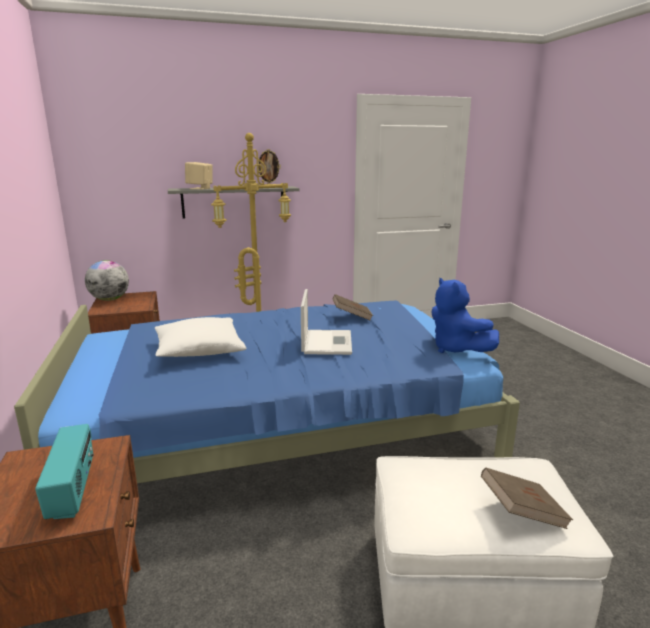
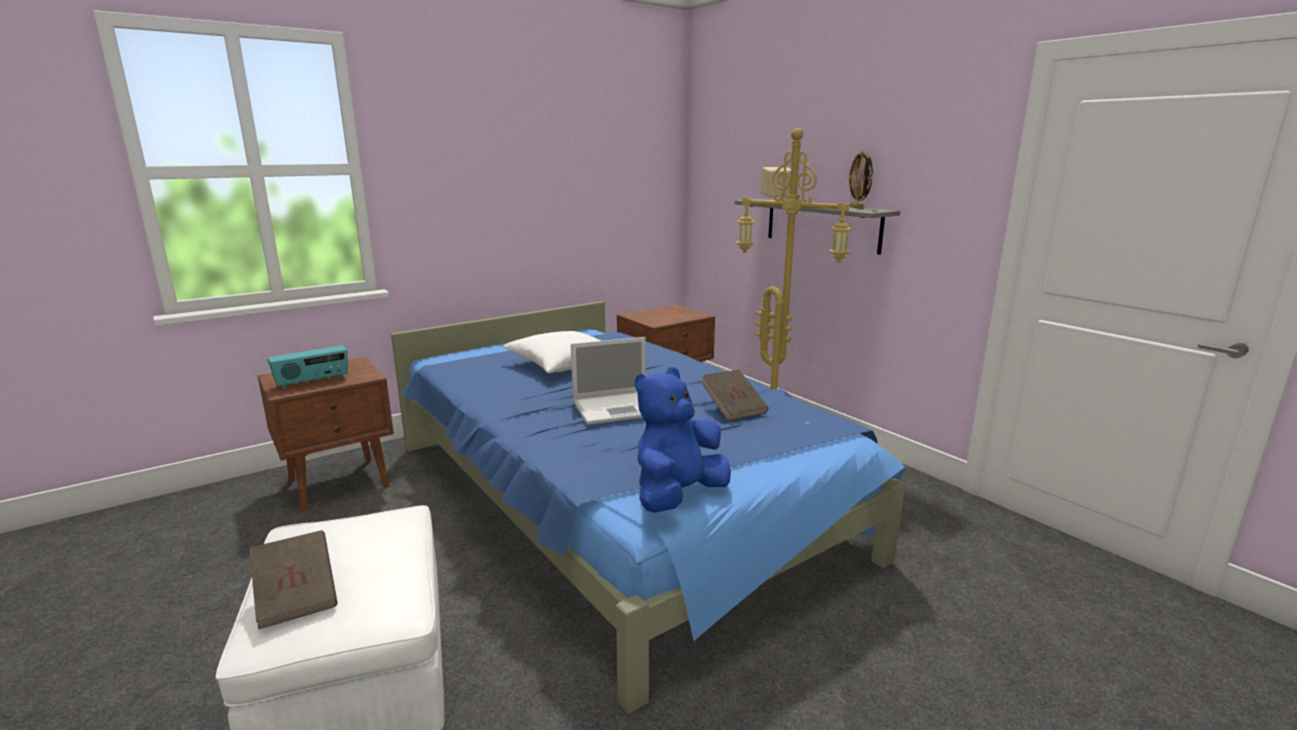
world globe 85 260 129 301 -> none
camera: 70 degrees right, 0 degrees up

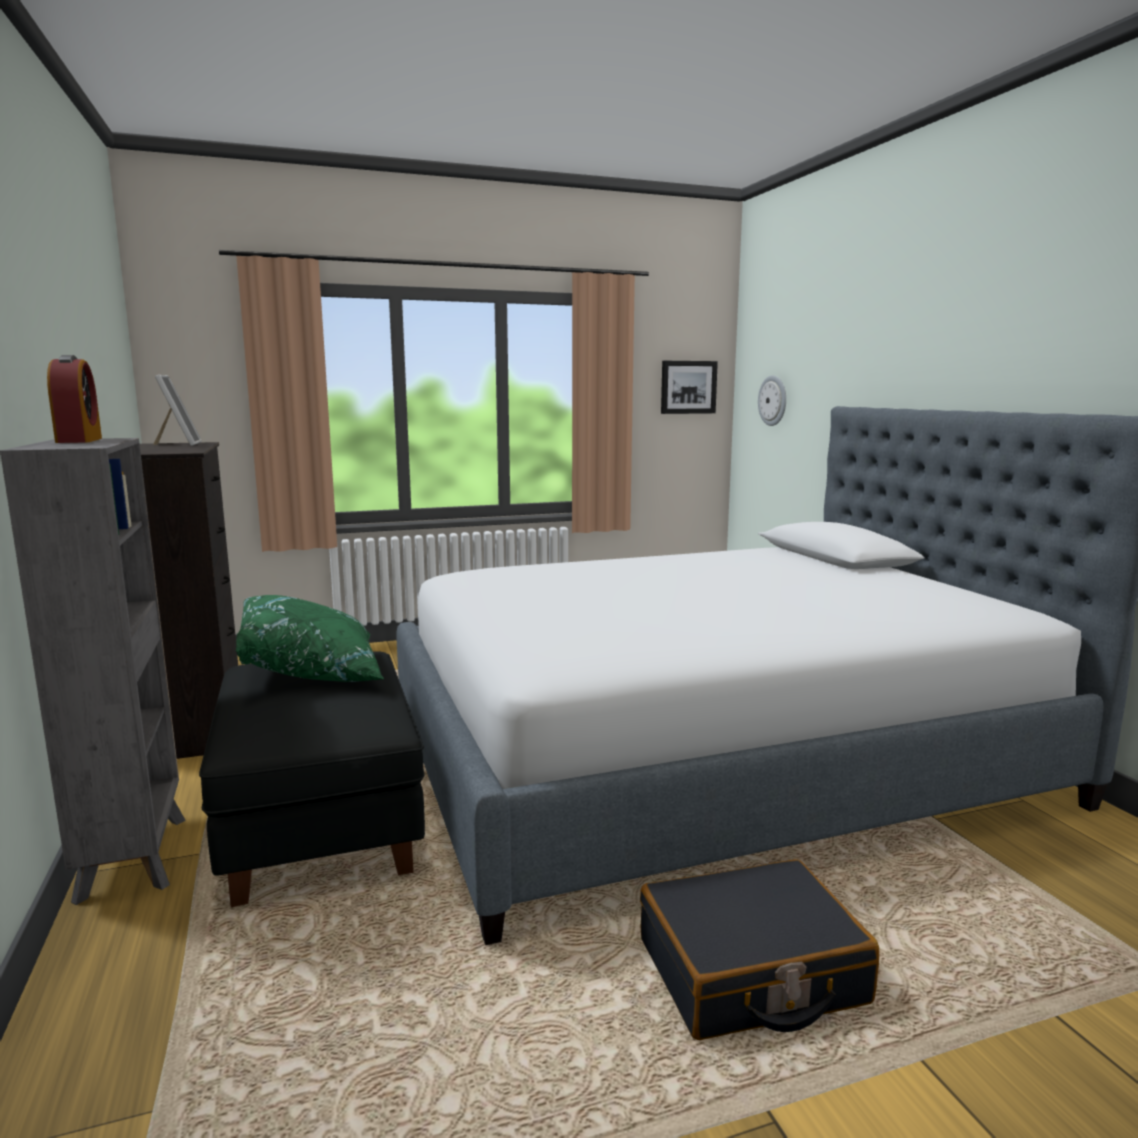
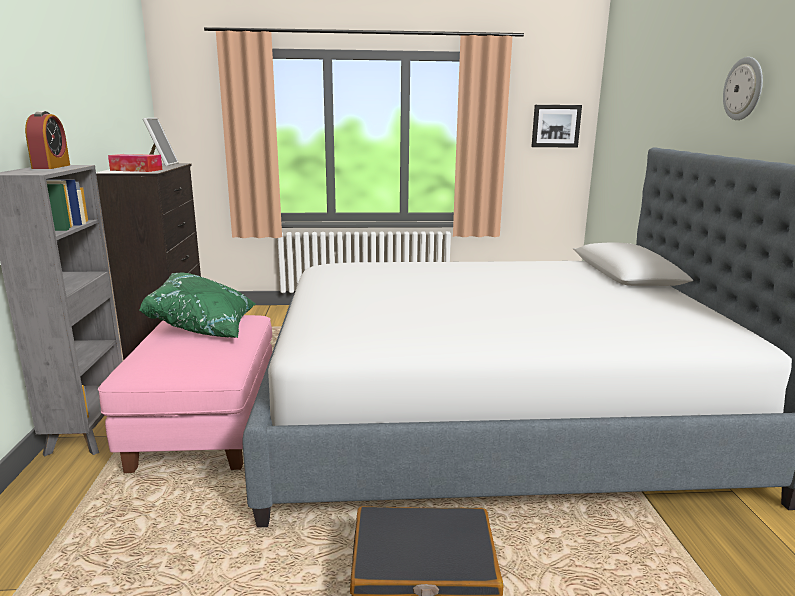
black pouffe 199 651 425 907 -> pinkish pouffe 98 315 272 473
none -> tissue holder 108 154 163 172
clock on the wall 758 375 786 426 -> clock on the wall 723 57 763 120, shifted
camera: 15 degrees right, 5 degrees up

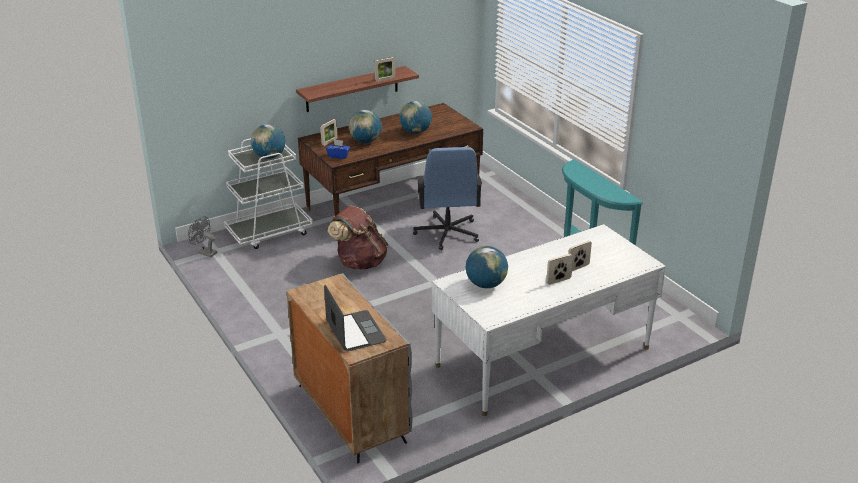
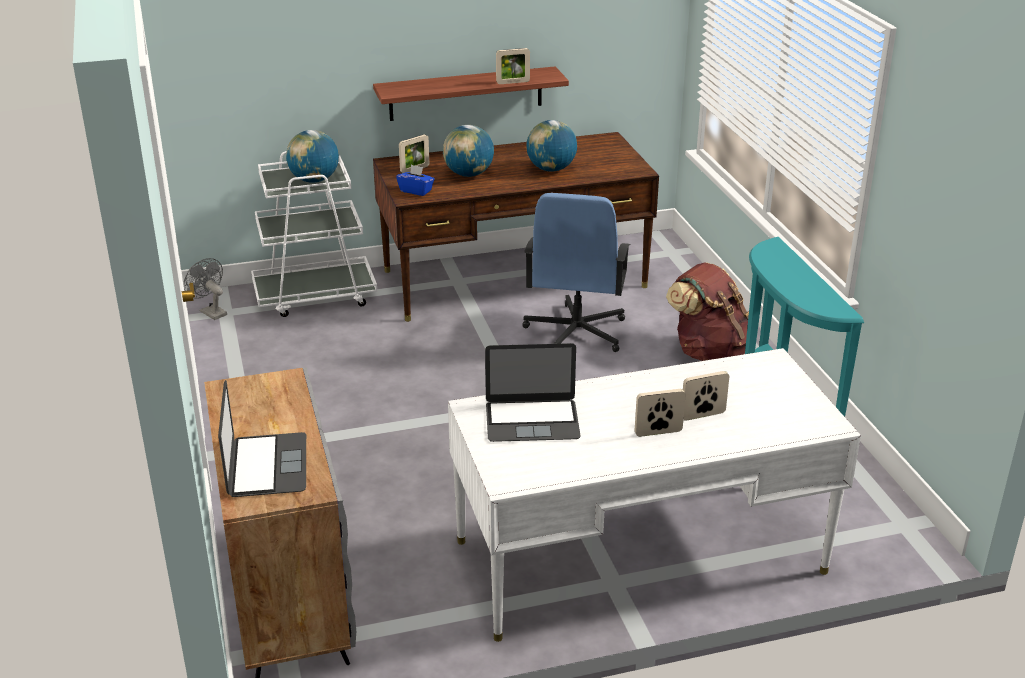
world globe 466 246 508 288 -> laptop 485 343 581 442
brown knapsack 328 206 388 270 -> brown knapsack 666 262 749 361, shifted
camera: 15 degrees right, 0 degrees up

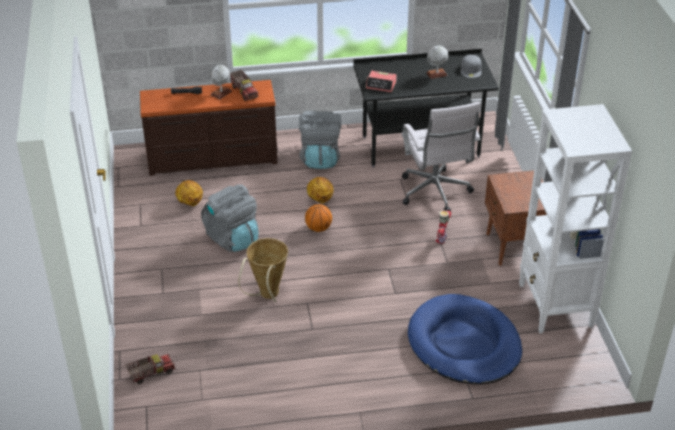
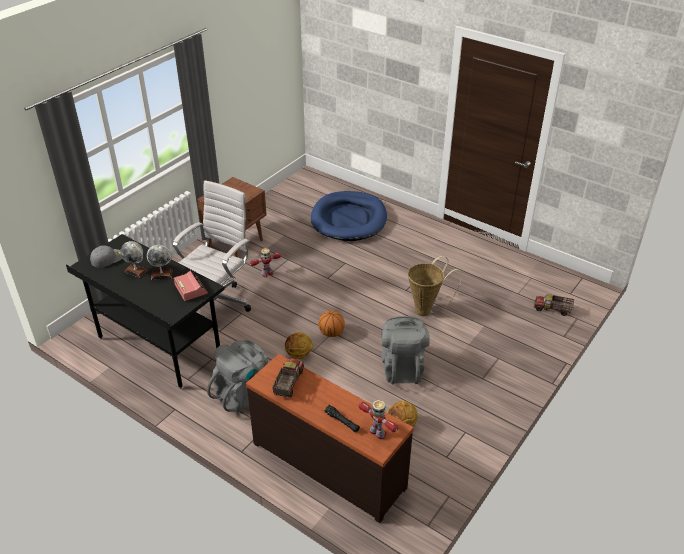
world globe 210 65 232 99 -> world globe 147 245 172 280, shifted
none -> model robot 358 400 398 439
white bookshelf 519 104 632 334 -> none
camera: 135 degrees left, 0 degrees up

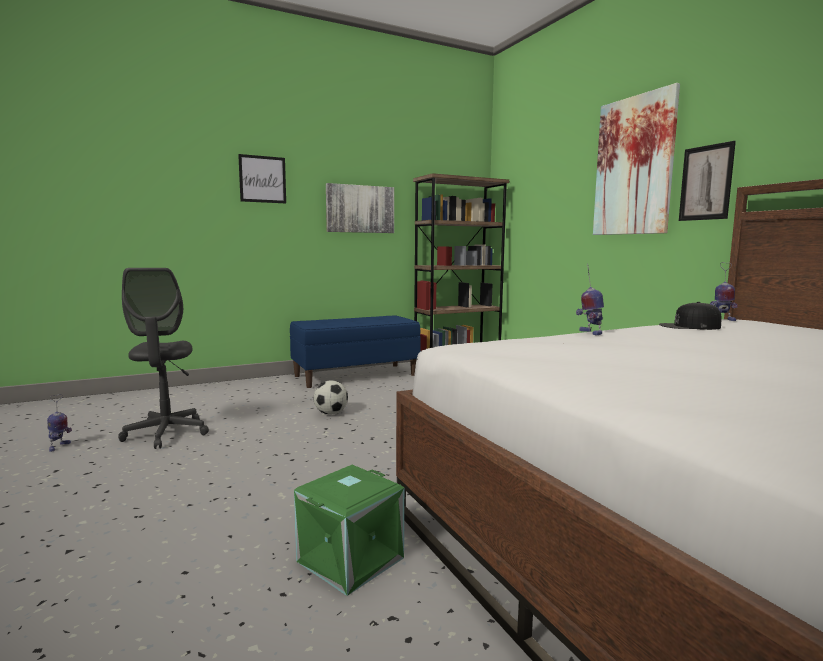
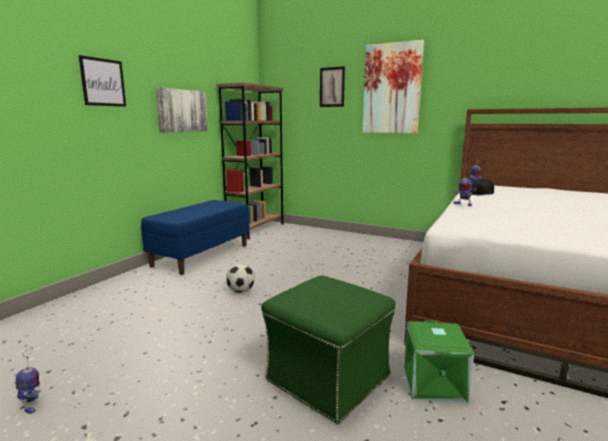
none -> greenish pouffe 261 275 396 424
picture 679 141 736 221 -> picture 320 66 345 107, shifted
greyish office chair 118 268 209 449 -> none
camera: 35 degrees left, 5 degrees up

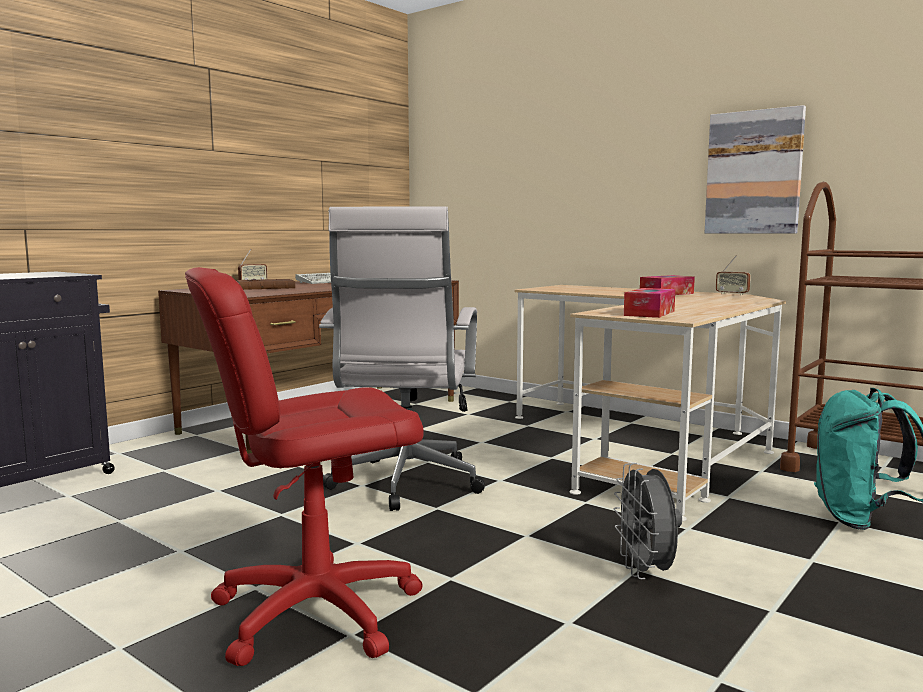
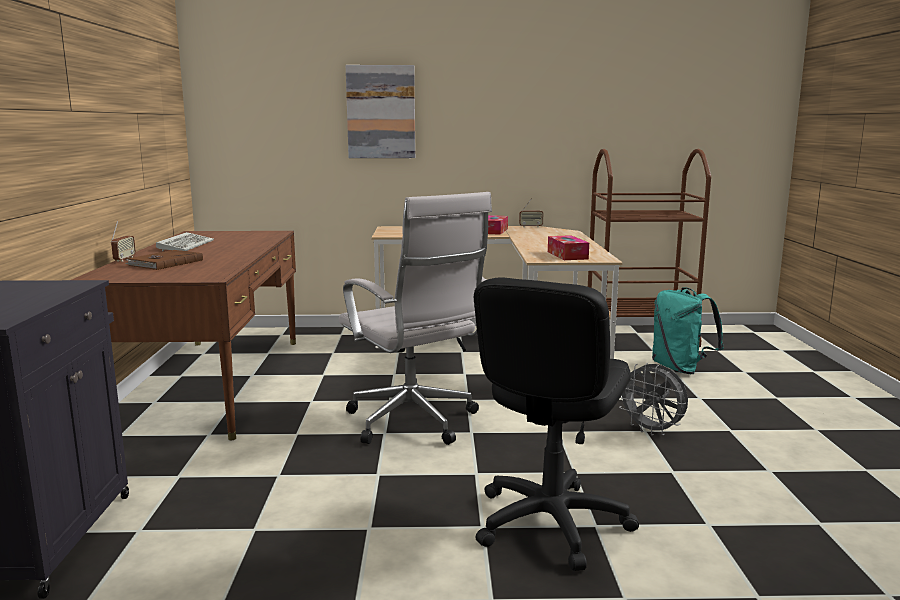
picture 705 105 806 234 -> picture 346 65 415 158, shifted
reddish office chair 185 267 424 666 -> black office chair 474 277 639 571
camera: 40 degrees left, 5 degrees up

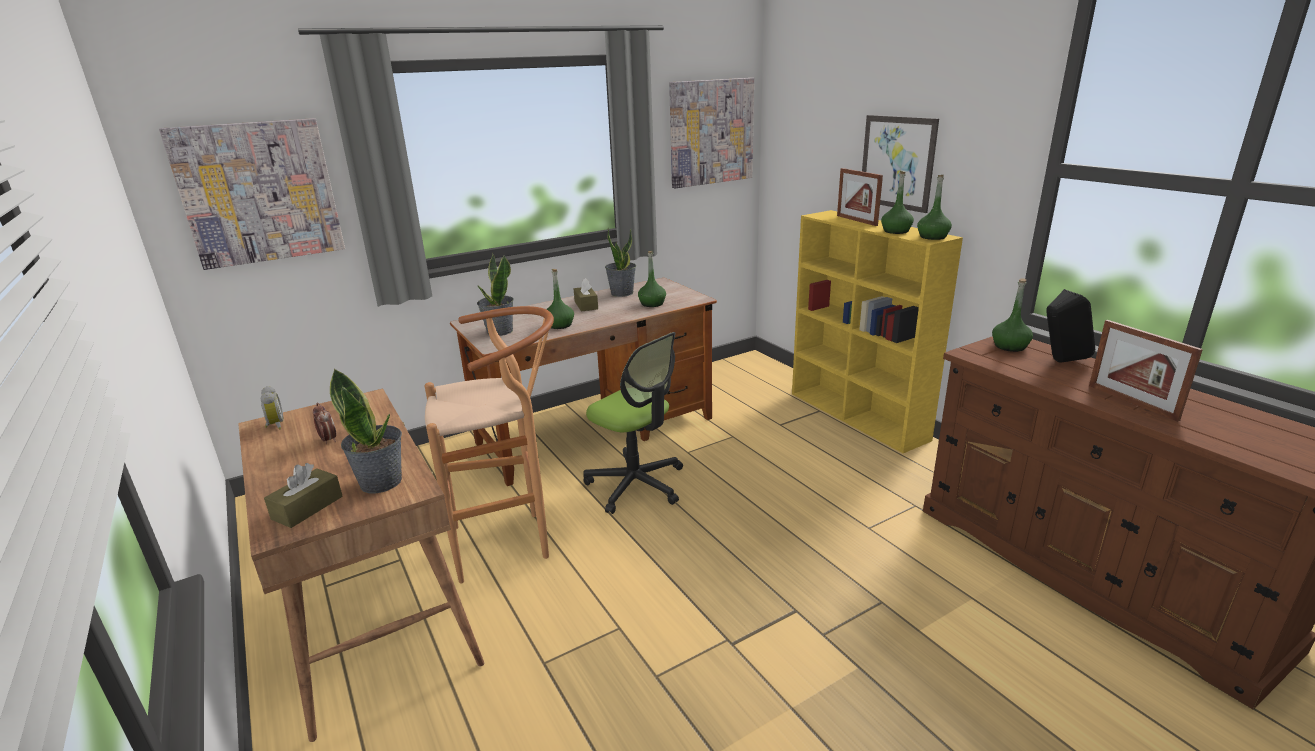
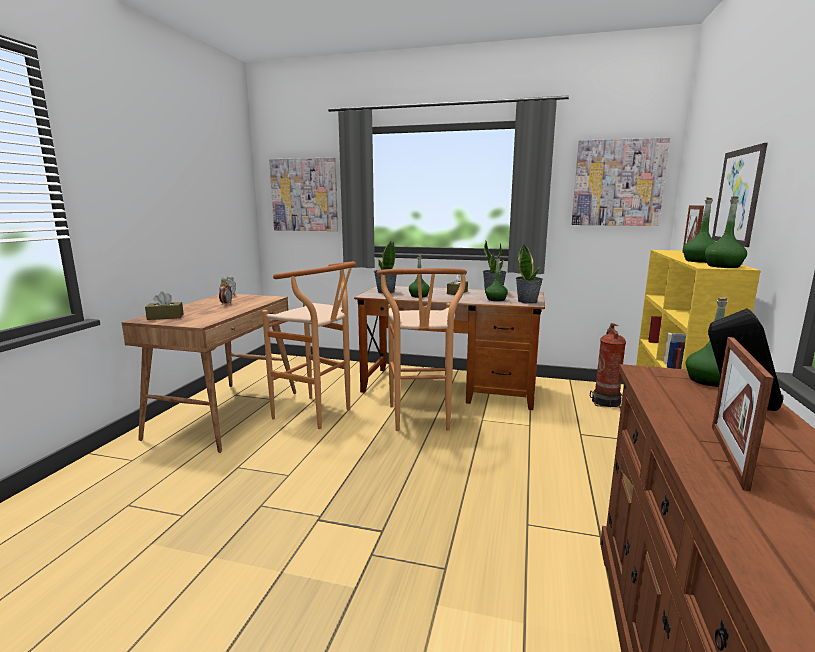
office chair 583 332 683 514 -> brown stool 377 268 467 431
houseplant 330 368 402 493 -> houseplant 516 244 543 304, shifted
none -> fire-fighting cylinder 590 323 626 407
camera: 45 degrees right, 10 degrees down

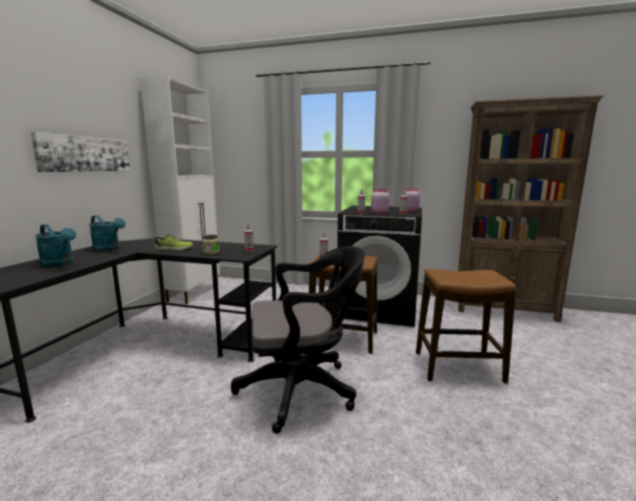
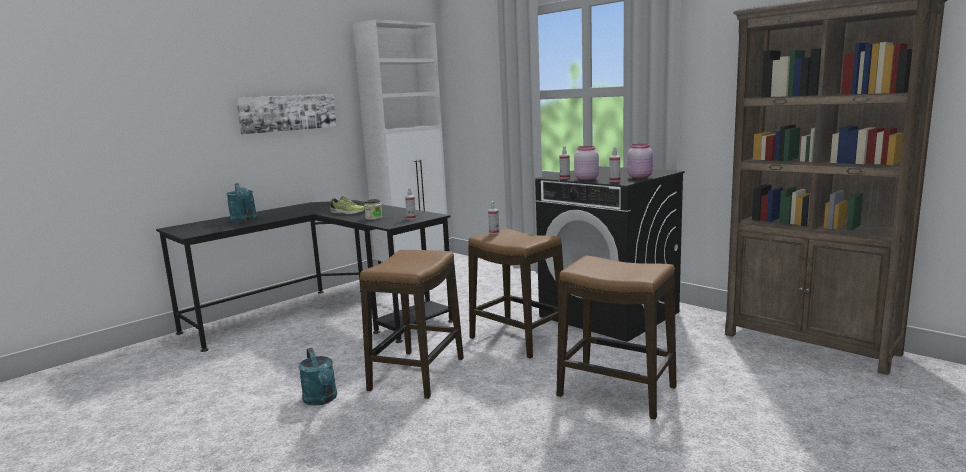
blue-green sprinkling can 89 215 126 251 -> blue-green sprinkling can 298 348 337 406, shifted
black office chair 231 246 365 434 -> stool 360 250 464 399
camera: 30 degrees right, 0 degrees up

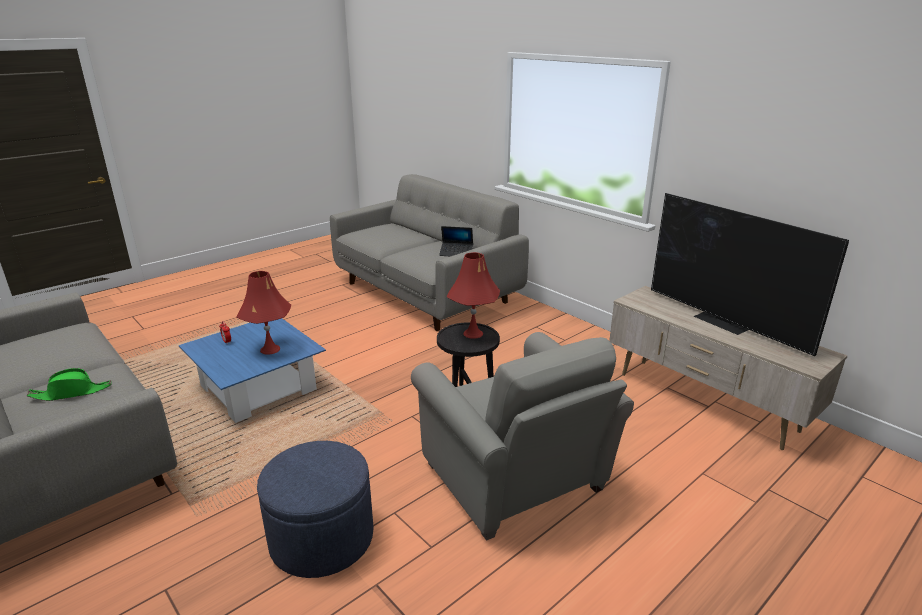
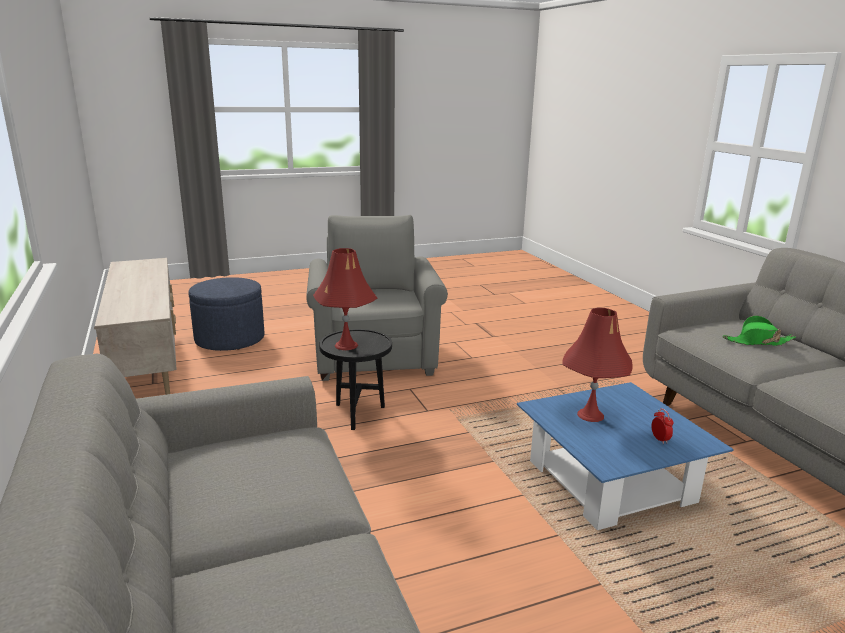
blue-coloured pouffe 257 441 373 578 -> blue-coloured pouffe 188 277 265 351, shifted
laptop 439 226 473 256 -> none
TV 651 193 849 356 -> none
camera: 160 degrees left, 5 degrees down

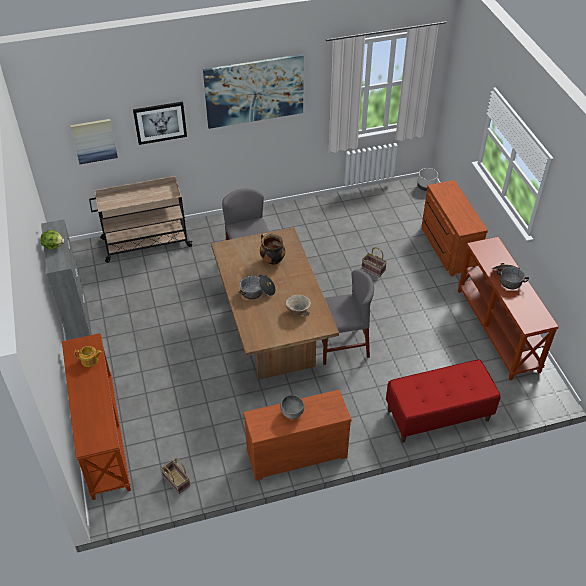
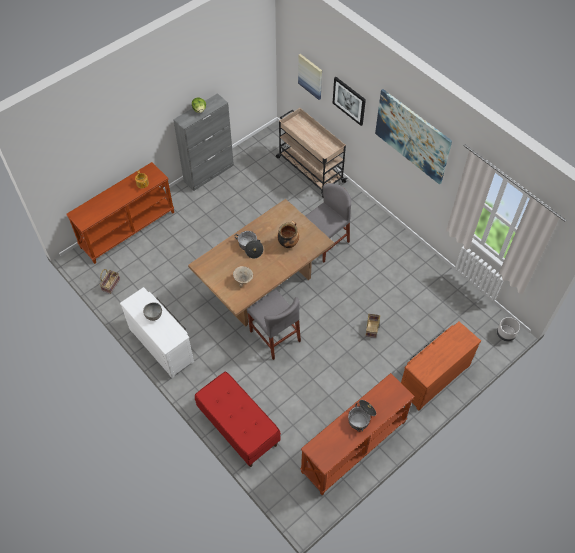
brown drawer chest 243 390 352 481 -> white drawer chest 120 287 194 378
camera: 65 degrees right, 10 degrees up

